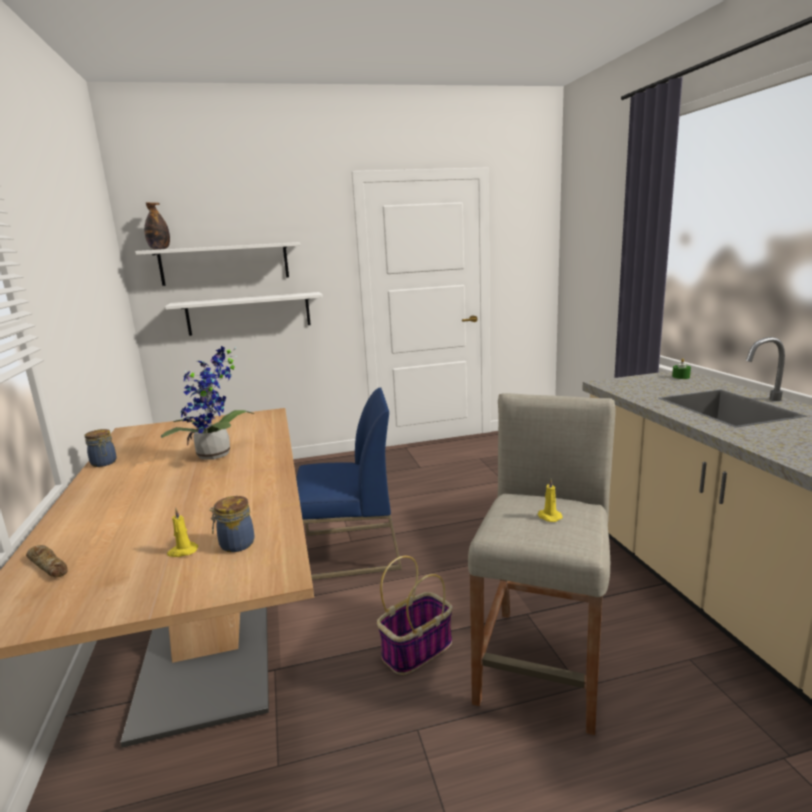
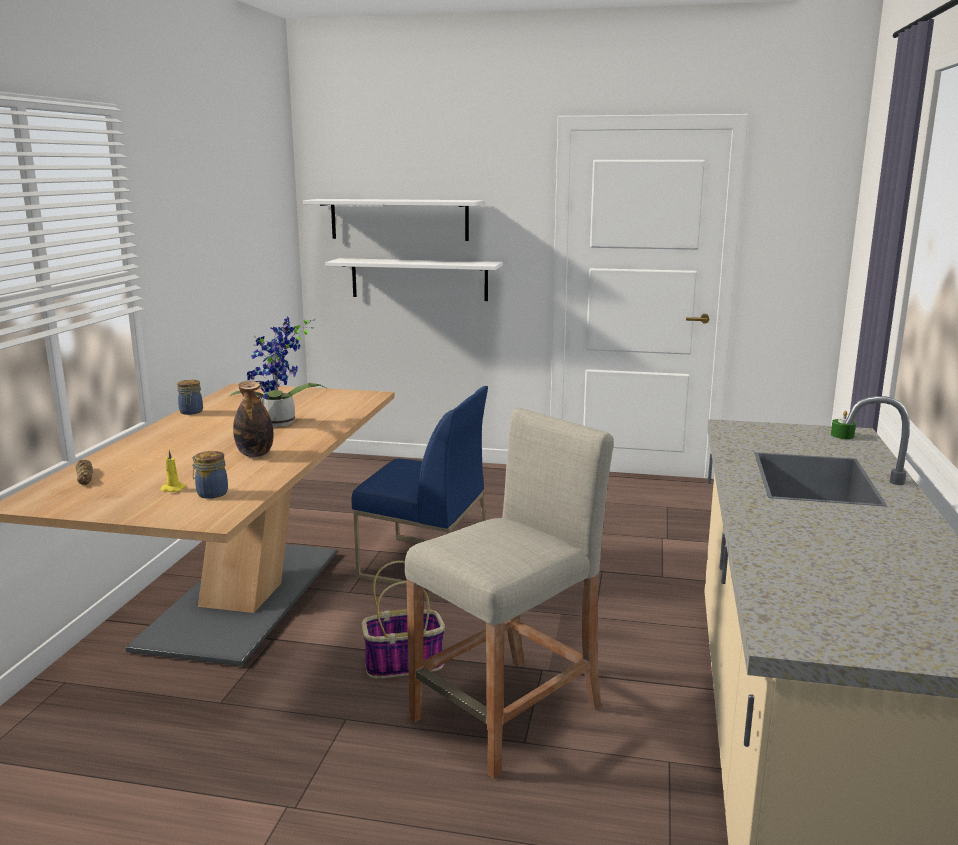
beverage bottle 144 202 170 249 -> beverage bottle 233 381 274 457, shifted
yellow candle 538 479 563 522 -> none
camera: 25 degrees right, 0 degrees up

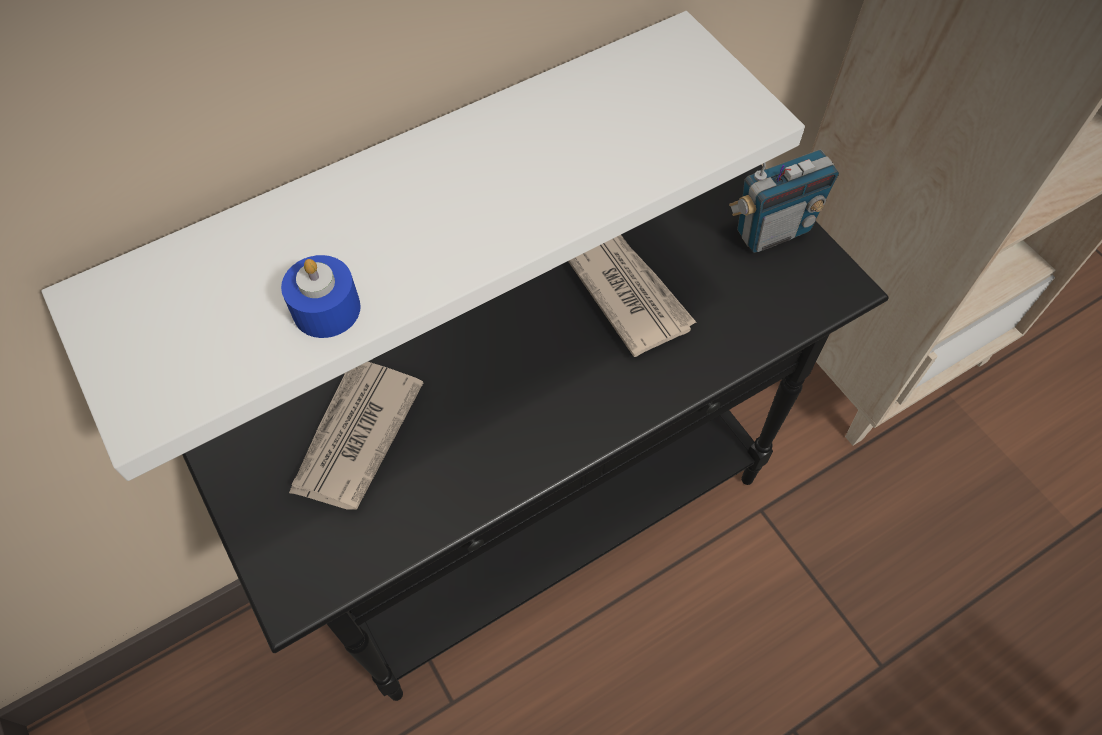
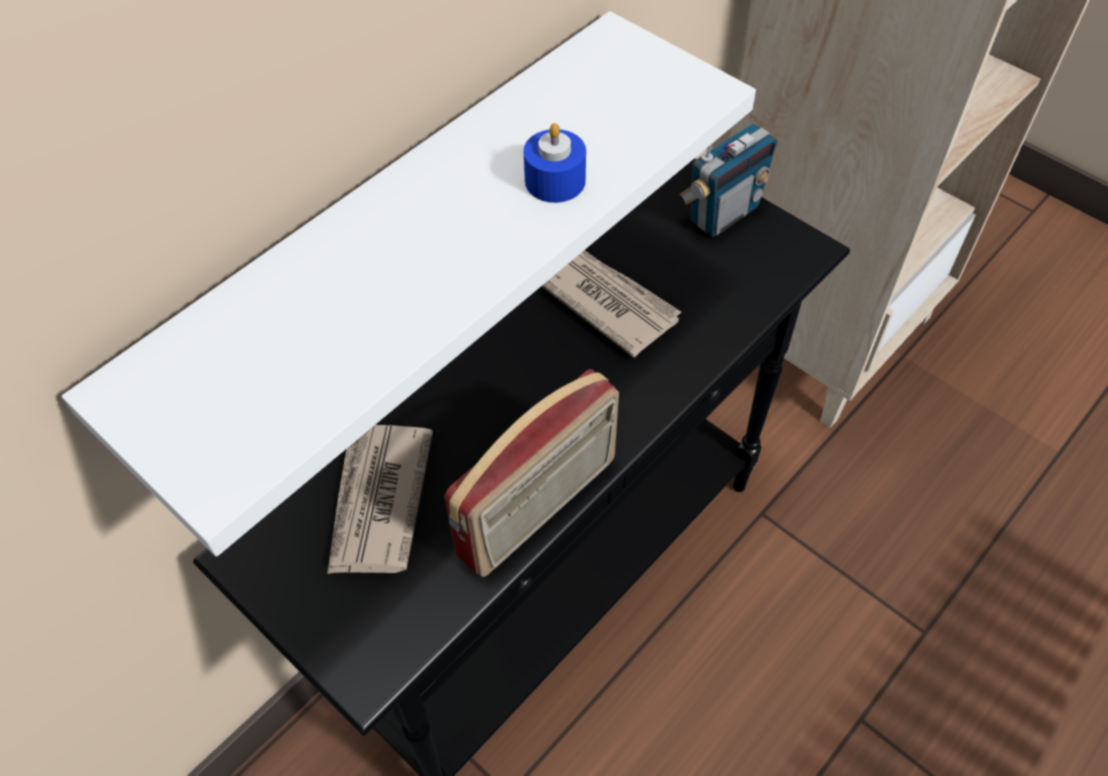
none -> radio 445 369 619 577
blue-coloured candle 281 255 361 338 -> blue-coloured candle 524 123 586 203, shifted
camera: 15 degrees left, 5 degrees down

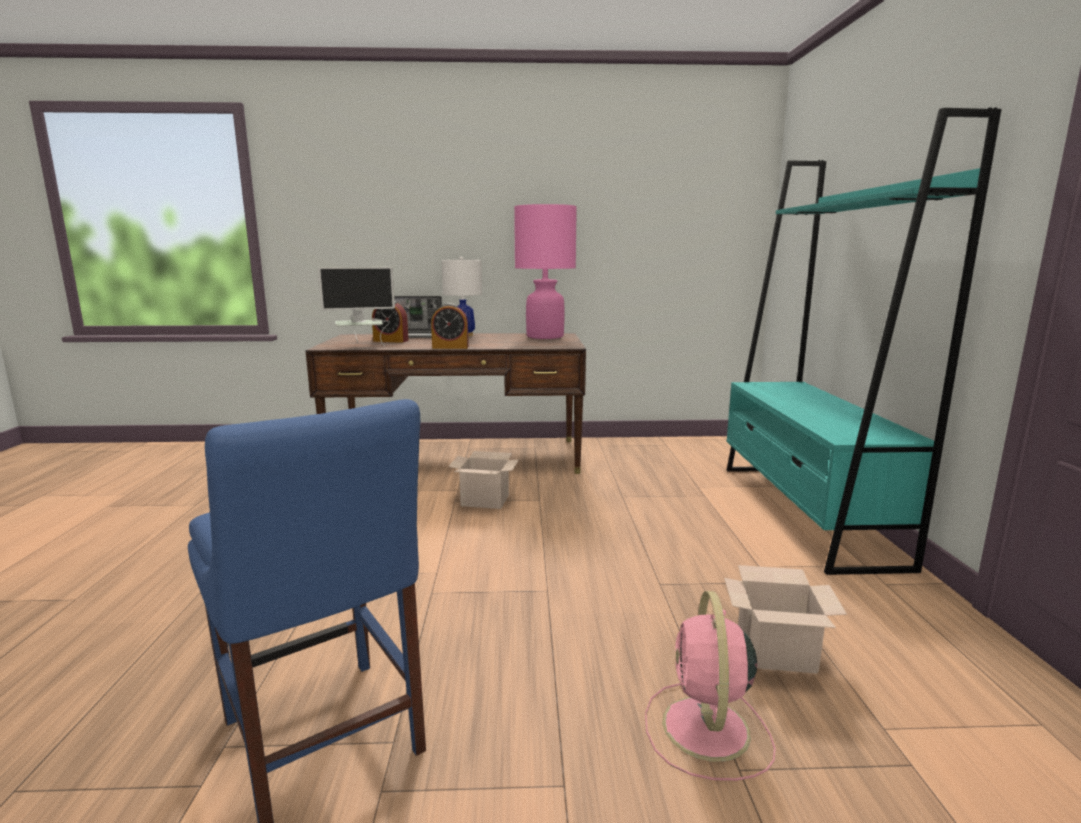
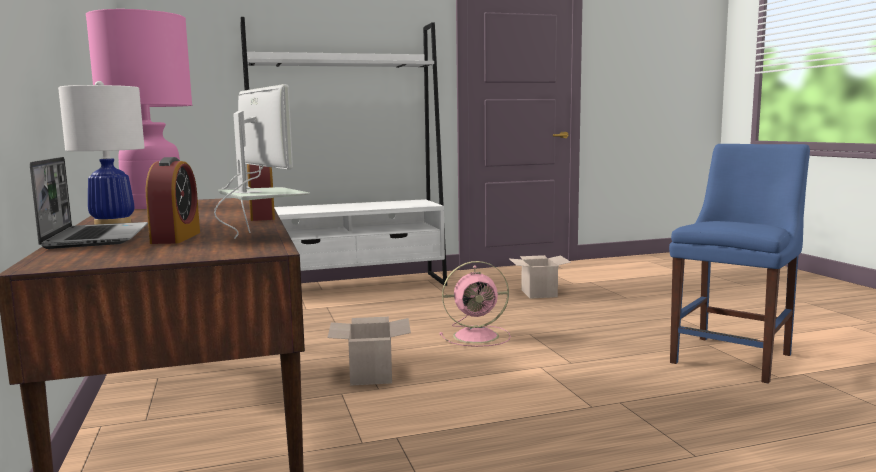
blue-green bookshelf 727 108 1002 575 -> white bookshelf 240 17 447 286
pinkish cooling fan 645 591 776 781 -> pinkish cooling fan 439 261 511 347, shifted
camera: 105 degrees left, 5 degrees down

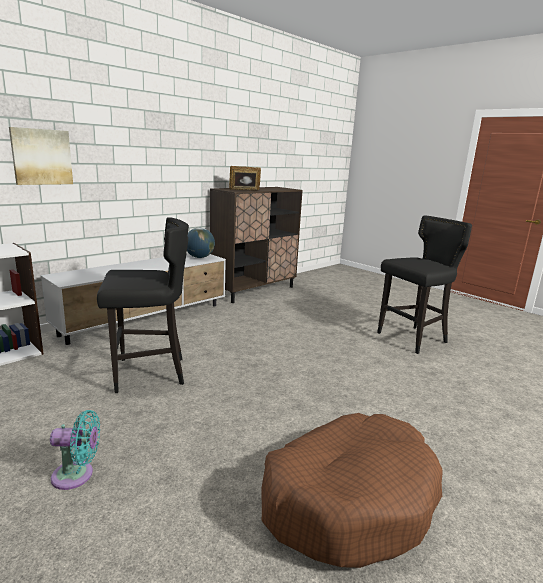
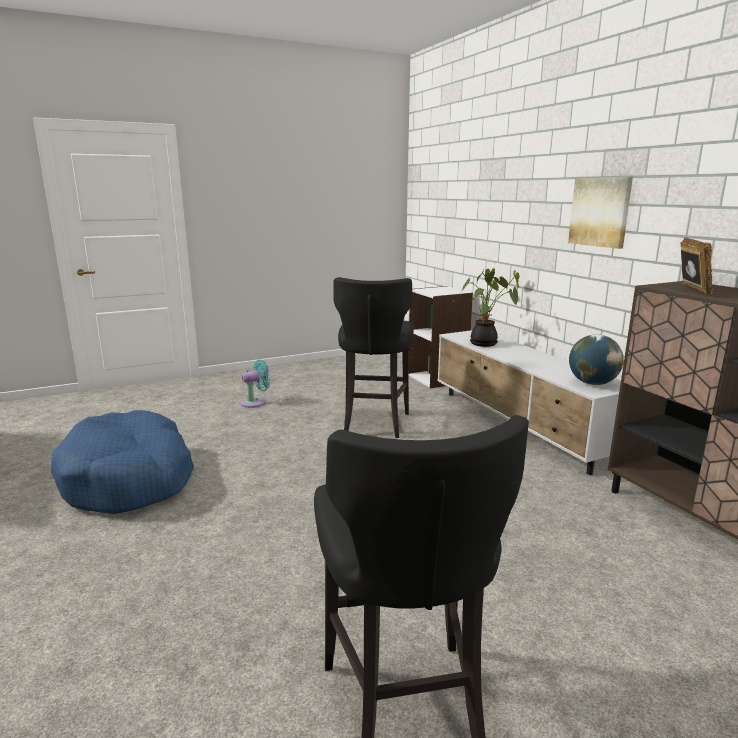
brown pet bed 262 413 443 568 -> blue-coloured pet bed 51 410 194 514
blue-green cooling fan 50 410 100 490 -> blue-green cooling fan 241 360 270 408, 135 degrees counterclockwise
none -> houseplant 461 268 520 347
picture 9 127 73 185 -> picture 568 177 633 249, shifted
camera: 110 degrees right, 0 degrees up

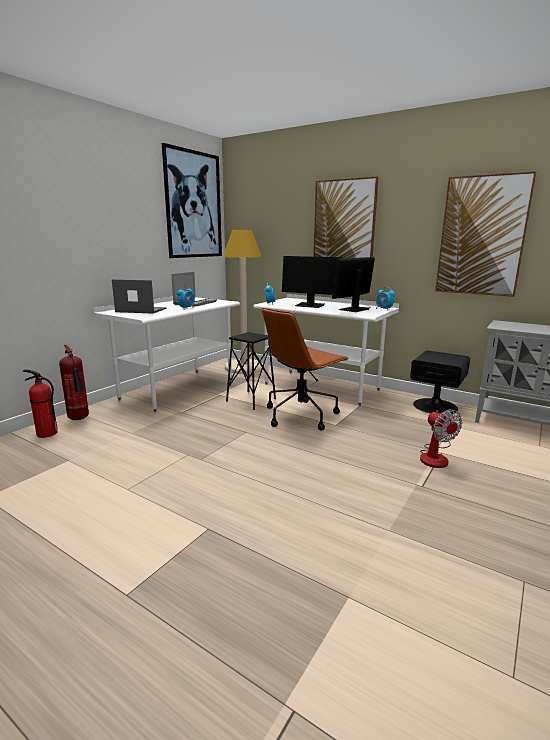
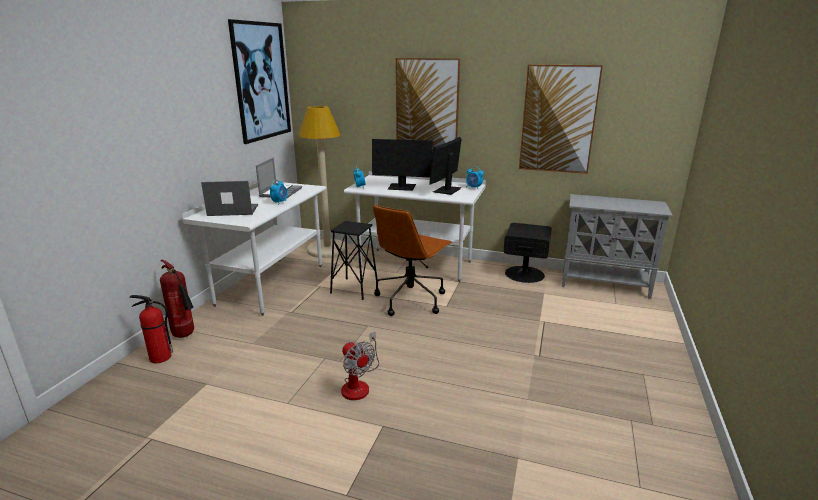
cooling fan 420 409 462 468 -> cooling fan 341 332 379 400, shifted
camera: 15 degrees left, 5 degrees up

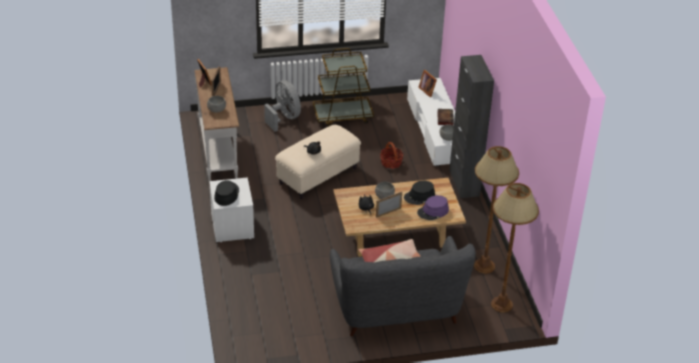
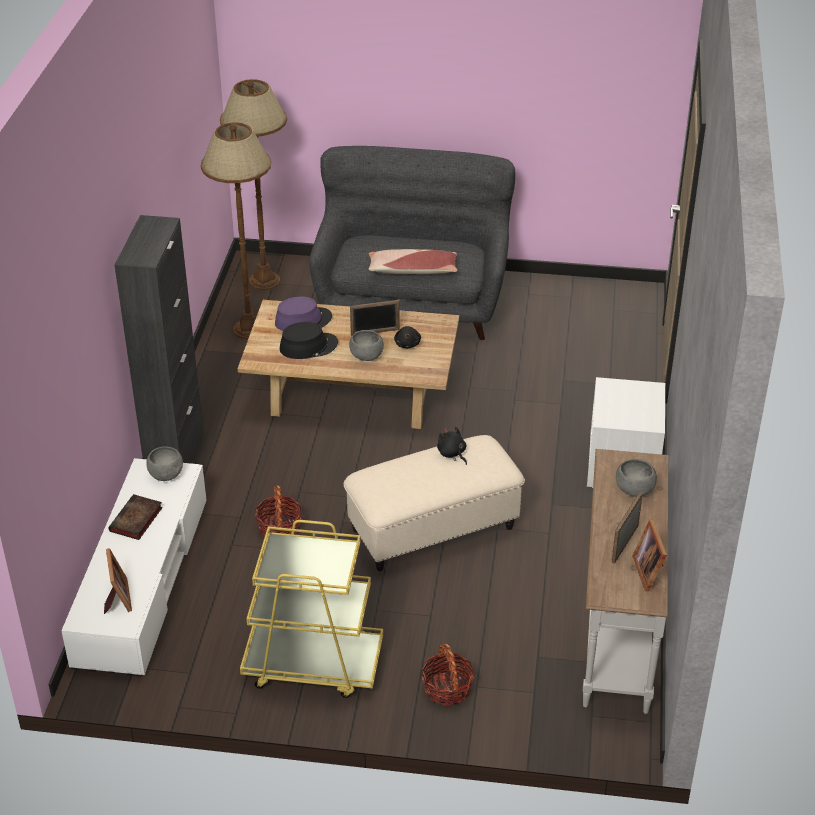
brown trolley 313 48 374 127 -> yellow trolley 240 520 383 698
greyish cooling fan 264 80 301 132 -> household basket 421 644 475 706
black clothing hat 214 180 239 206 -> none
camera: 160 degrees left, 0 degrees up

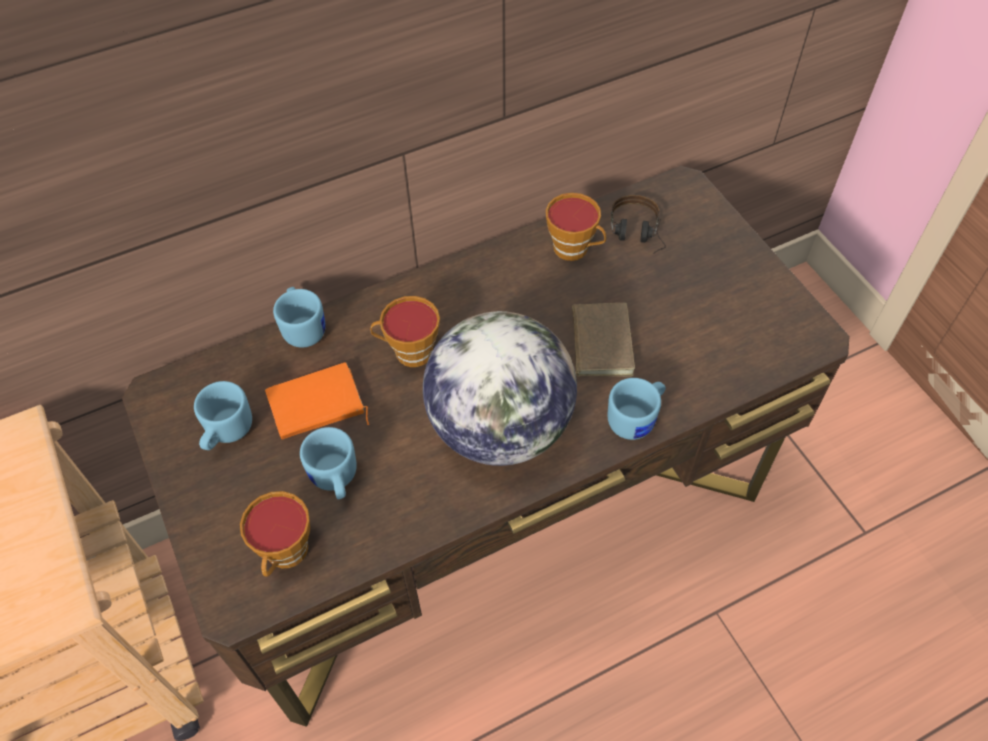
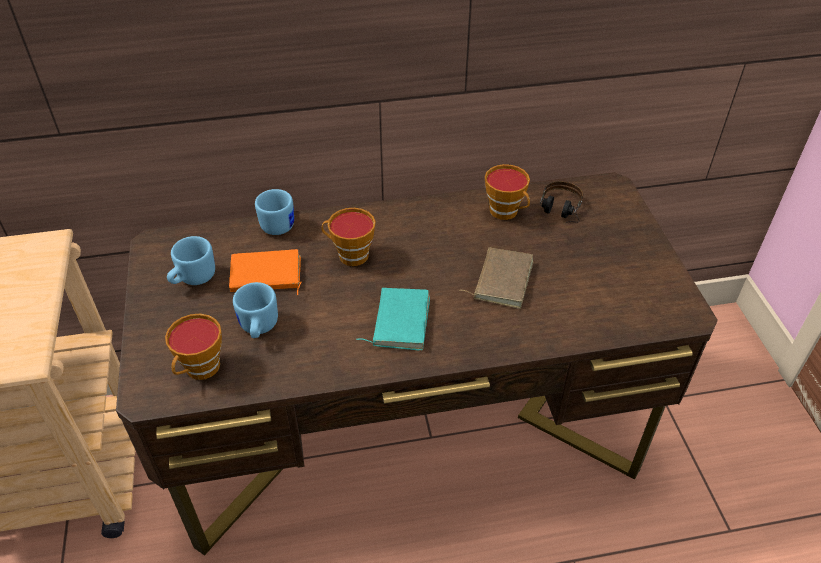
world globe 423 311 577 466 -> blue-green volume 356 288 430 351
blue-coloured tea mug 608 378 666 440 -> none
camera: 15 degrees right, 10 degrees down

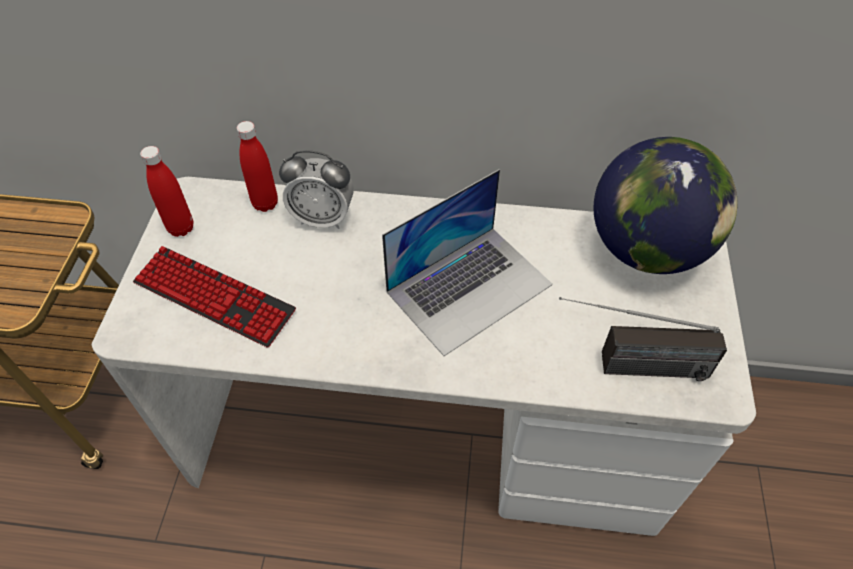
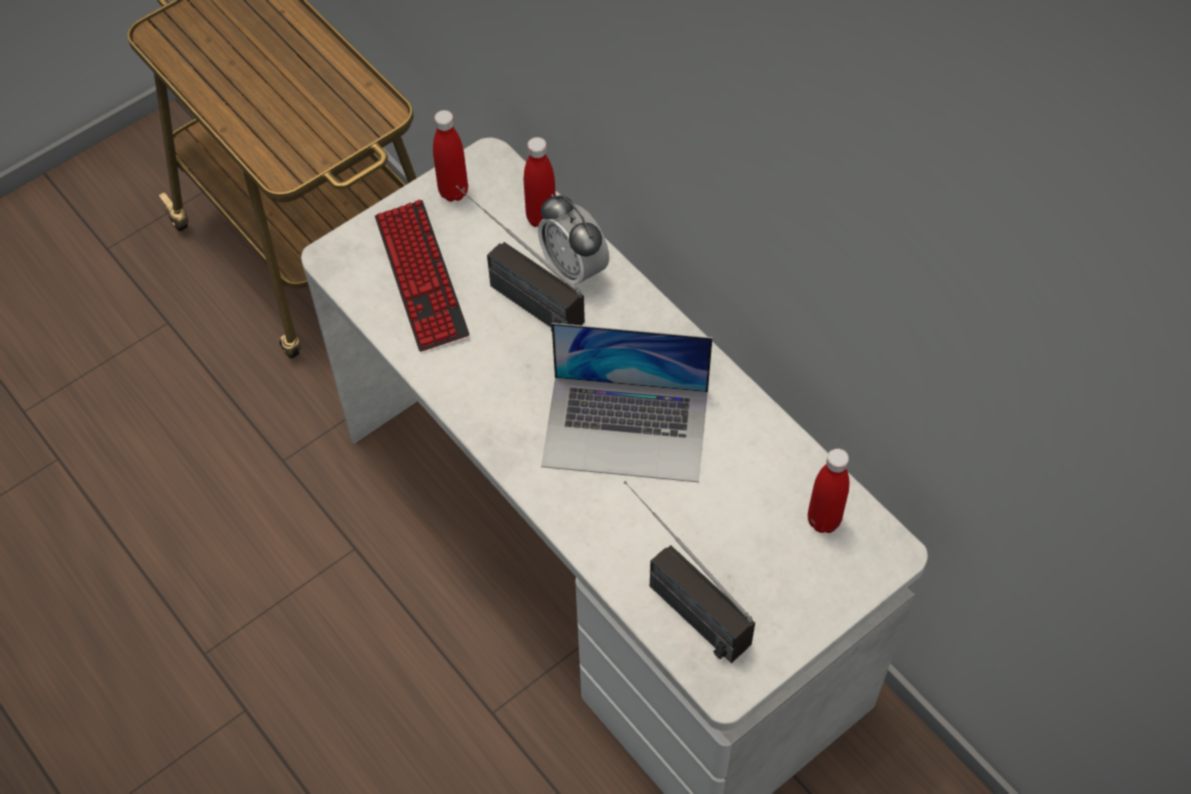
none -> radio 456 186 585 331
world globe 593 137 737 274 -> reddish beverage bottle 808 448 849 533
camera: 45 degrees right, 5 degrees up

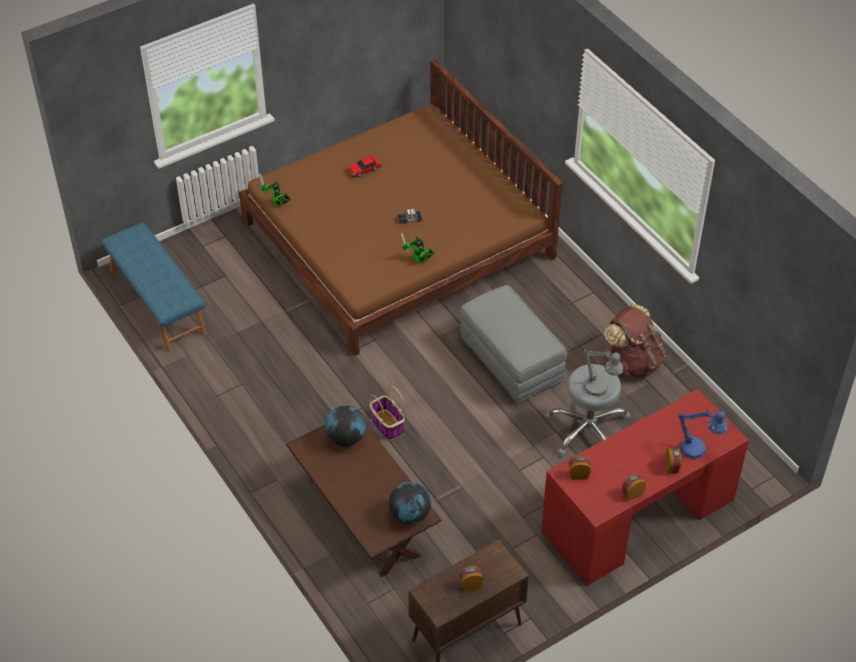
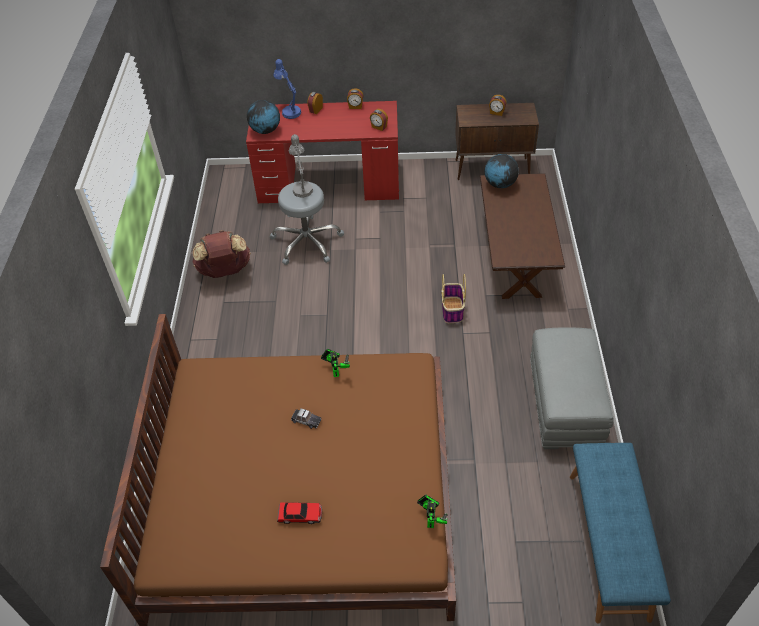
world globe 325 406 366 446 -> world globe 247 100 280 134, shifted
greyish pouffe 460 285 567 404 -> greyish pouffe 530 327 614 449, shifted
camera: 145 degrees left, 0 degrees up

